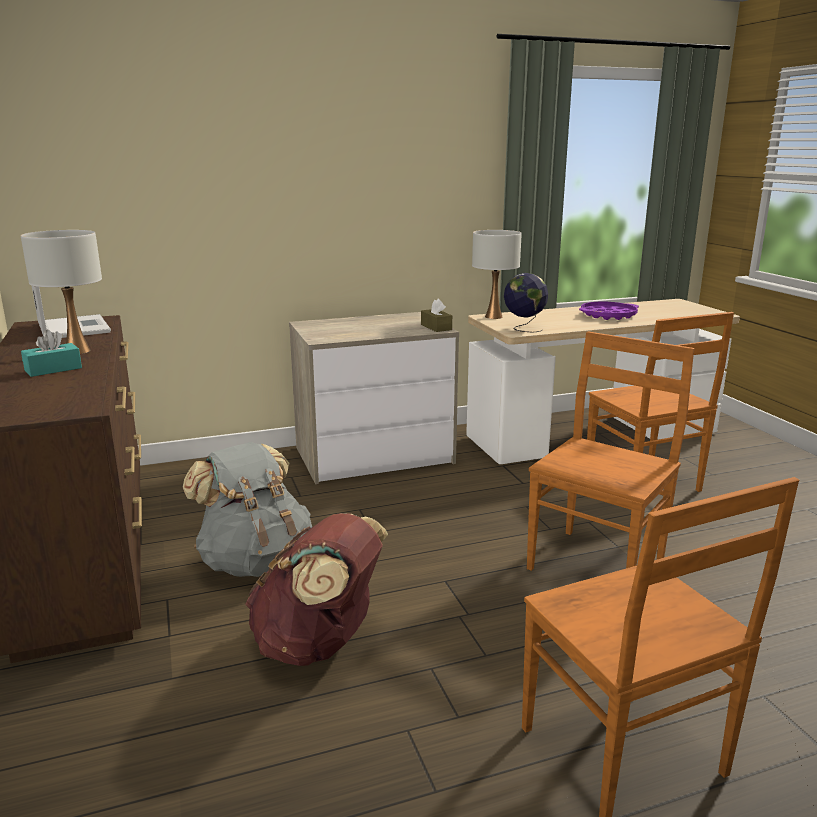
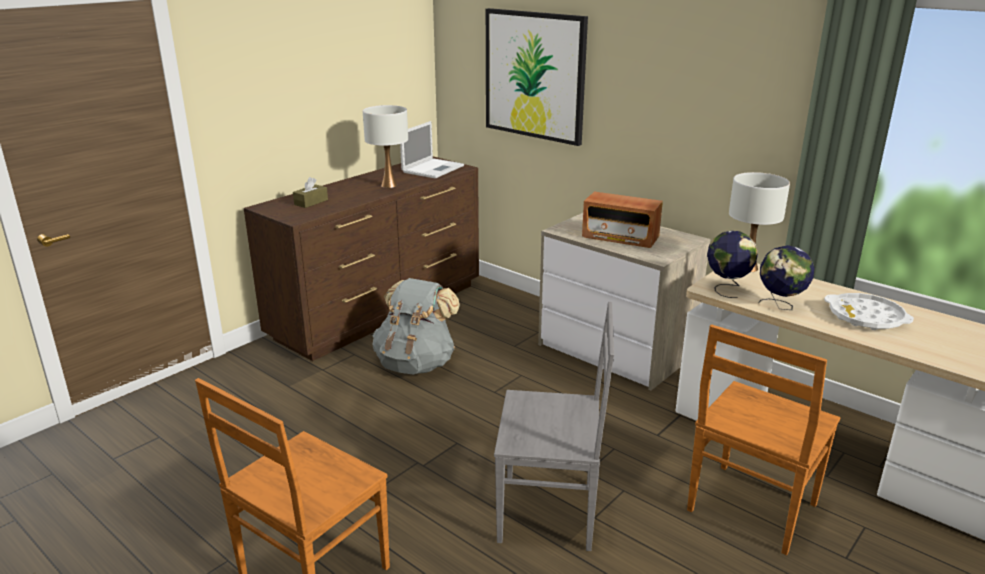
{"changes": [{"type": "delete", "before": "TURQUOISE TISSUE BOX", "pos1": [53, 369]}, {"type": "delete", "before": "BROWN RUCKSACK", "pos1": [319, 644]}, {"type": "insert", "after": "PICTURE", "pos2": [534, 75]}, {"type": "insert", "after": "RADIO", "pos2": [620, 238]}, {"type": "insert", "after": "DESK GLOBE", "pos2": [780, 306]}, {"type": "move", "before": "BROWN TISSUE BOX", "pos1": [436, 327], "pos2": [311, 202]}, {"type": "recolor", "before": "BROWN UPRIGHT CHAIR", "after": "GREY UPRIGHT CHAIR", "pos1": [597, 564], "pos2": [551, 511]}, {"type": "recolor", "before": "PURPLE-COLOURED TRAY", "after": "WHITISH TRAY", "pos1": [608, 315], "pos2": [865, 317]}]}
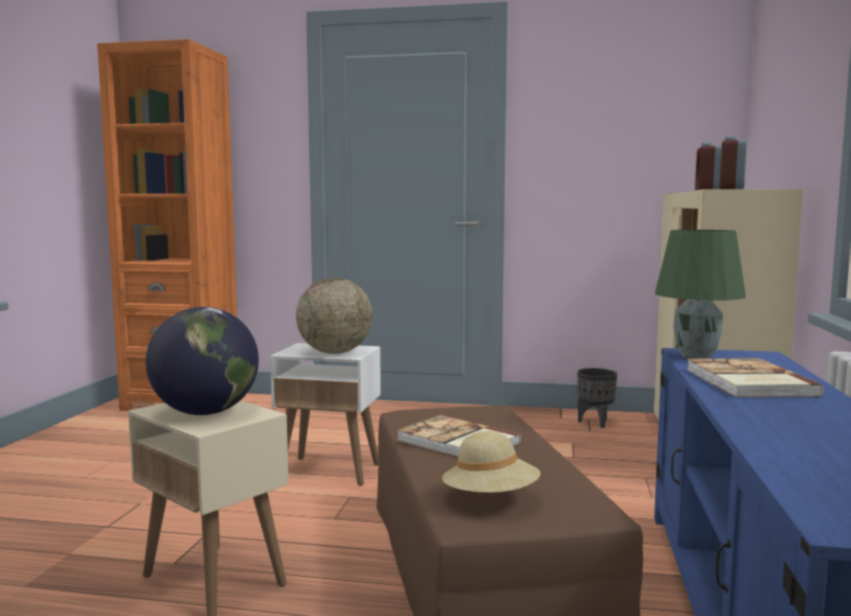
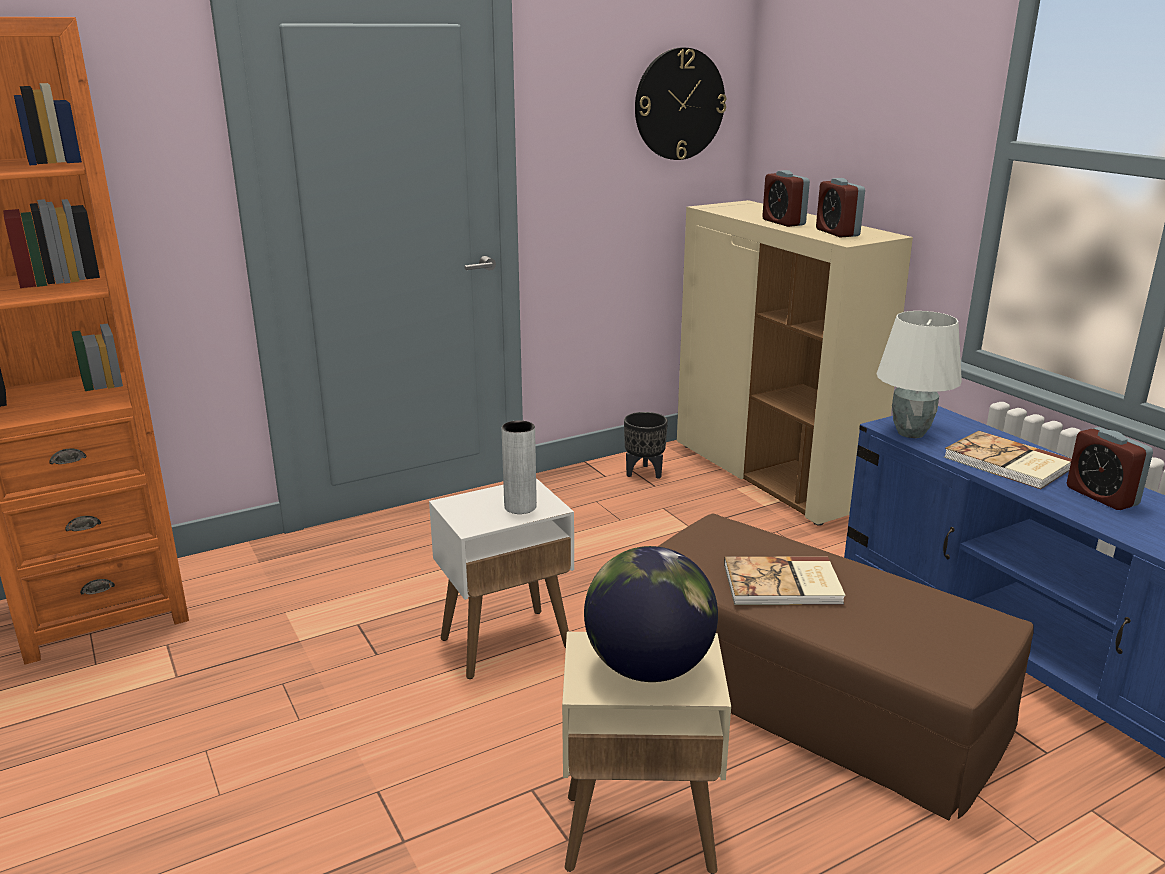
{"changes": [{"type": "delete", "before": "BEIGE-COLOURED WEARABLE HAT", "pos1": [491, 499]}, {"type": "insert", "after": "WALL CLOCK", "pos2": [679, 104]}, {"type": "insert", "after": "TABLE CLOCK", "pos2": [1101, 496]}, {"type": "replace", "before": "DESK GLOBE", "after": "GREY DECORATIVE VASE", "pos1": [335, 352], "pos2": [520, 507]}, {"type": "recolor", "before": "GREEN-COLOURED LAMP FOR A TABLE", "after": "WHITISH LAMP FOR A TABLE", "pos1": [697, 357], "pos2": [911, 432]}]}
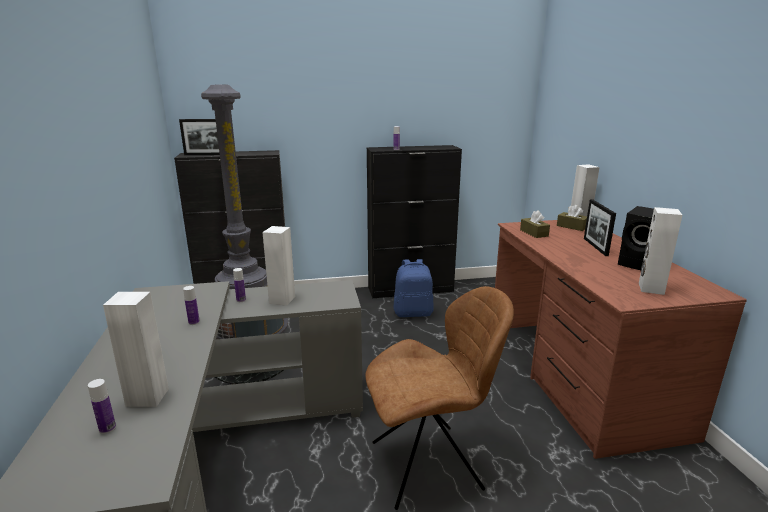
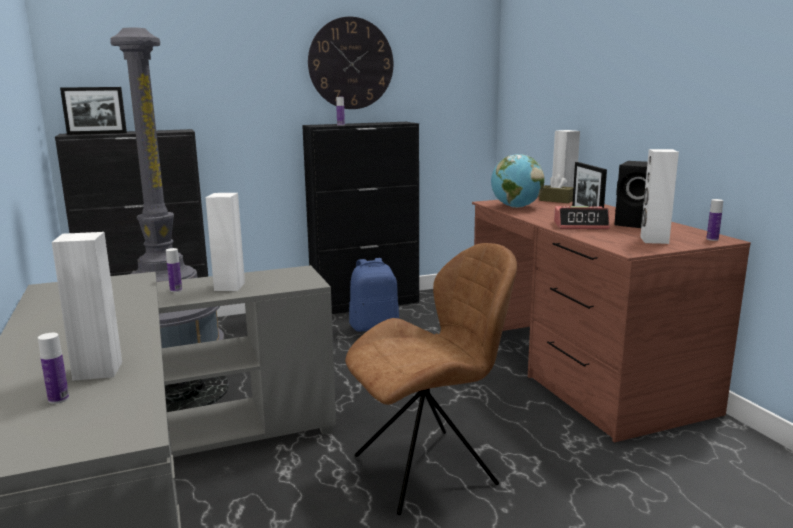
{"changes": [{"type": "insert", "after": "WALL CLOCK", "pos2": [351, 63]}, {"type": "insert", "after": "TABLE CLOCK", "pos2": [581, 225]}, {"type": "move", "before": "BEVERAGE BOTTLE", "pos1": [194, 322], "pos2": [712, 239]}, {"type": "replace", "before": "BROWN TISSUE BOX", "after": "DESK GLOBE", "pos1": [534, 233], "pos2": [516, 207]}]}
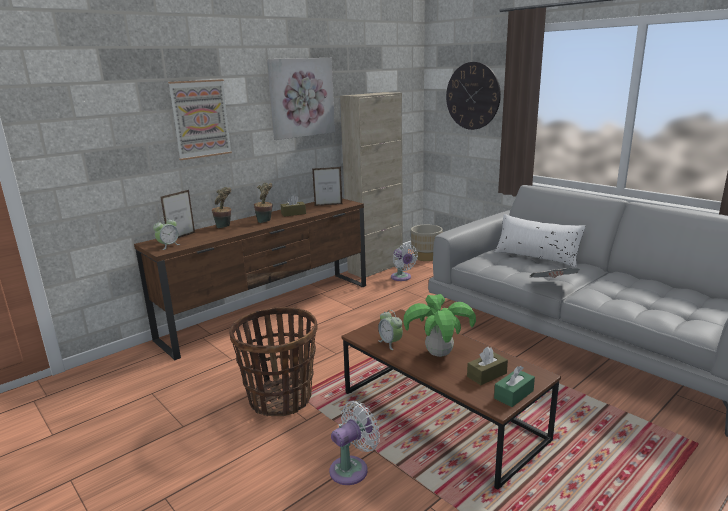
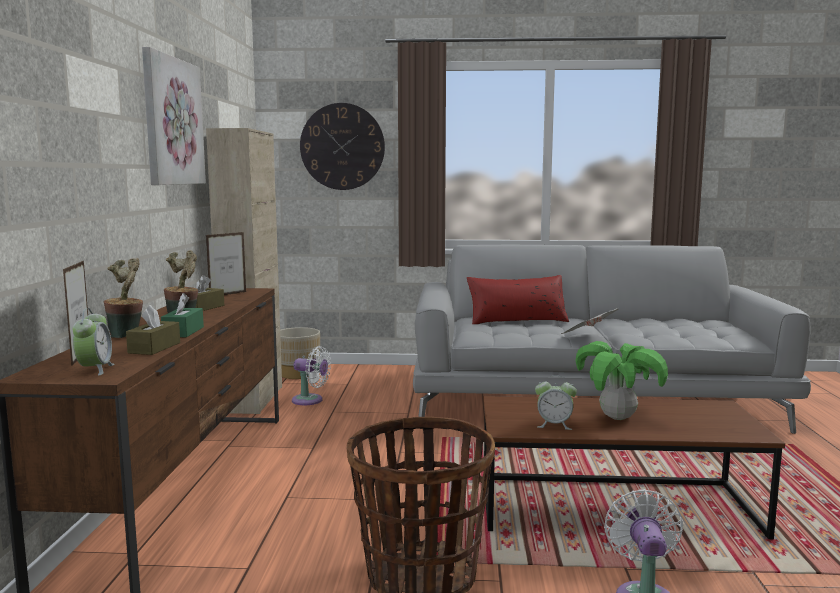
{"changes": [{"type": "delete", "before": "PICTURE", "pos1": [200, 119]}, {"type": "move", "before": "BROWN TISSUE BOX", "pos1": [486, 375], "pos2": [154, 348]}, {"type": "move", "before": "GREEN-COLOURED TISSUE BOX", "pos1": [513, 394], "pos2": [183, 332]}, {"type": "recolor", "before": "WHITISH CUSHION", "after": "REDDISH CUSHION", "pos1": [536, 256], "pos2": [517, 321]}]}
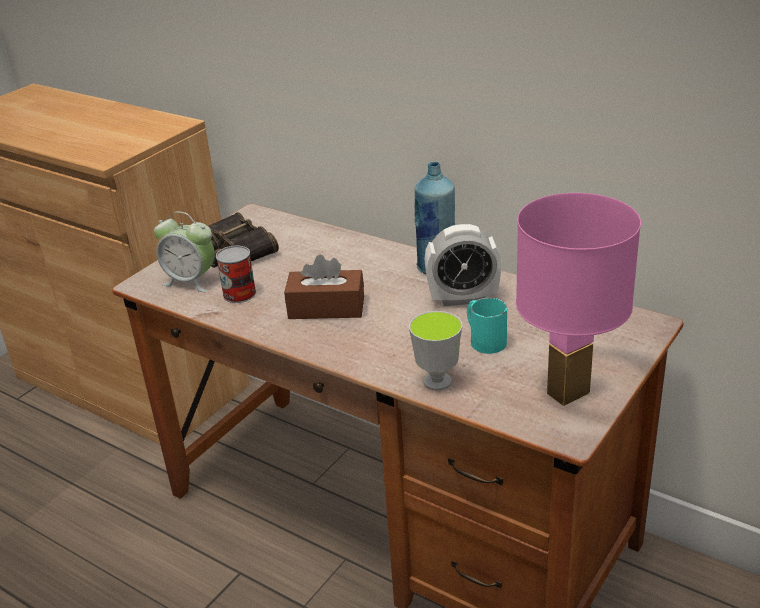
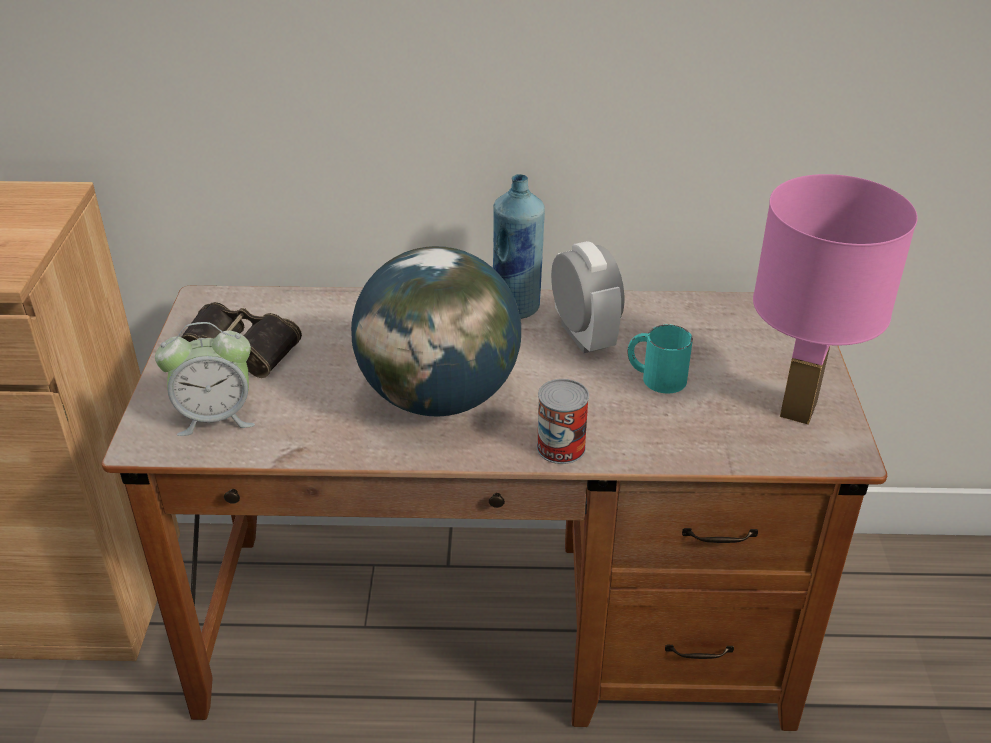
{"changes": [{"type": "delete", "before": "CUP", "pos1": [437, 381]}, {"type": "move", "before": "CAN", "pos1": [239, 294], "pos2": [561, 447]}, {"type": "replace", "before": "BROWN TISSUE BOX", "after": "DESK GLOBE", "pos1": [326, 308], "pos2": [438, 396]}, {"type": "rotate", "before": "TABLE CLOCK", "pos1": [463, 298], "pos2": [583, 336], "turn": -75}]}
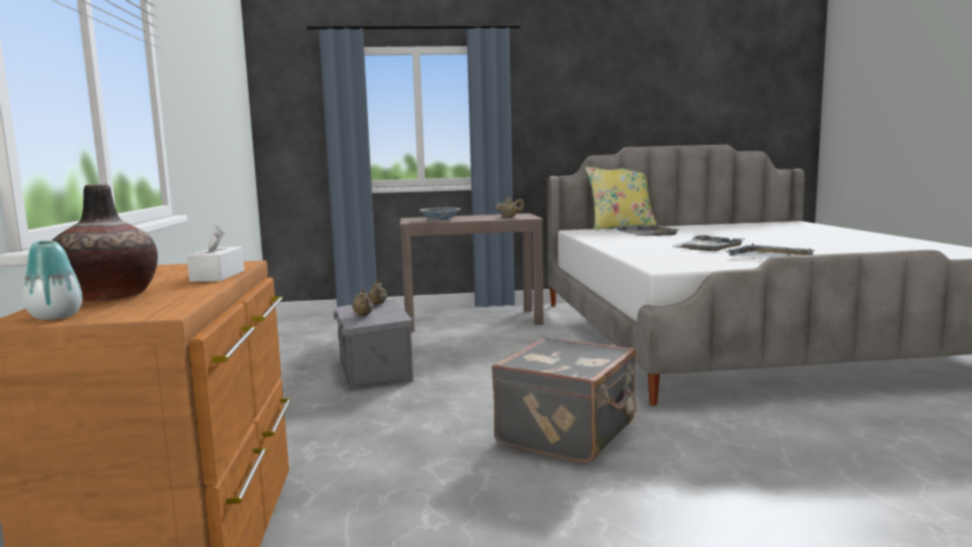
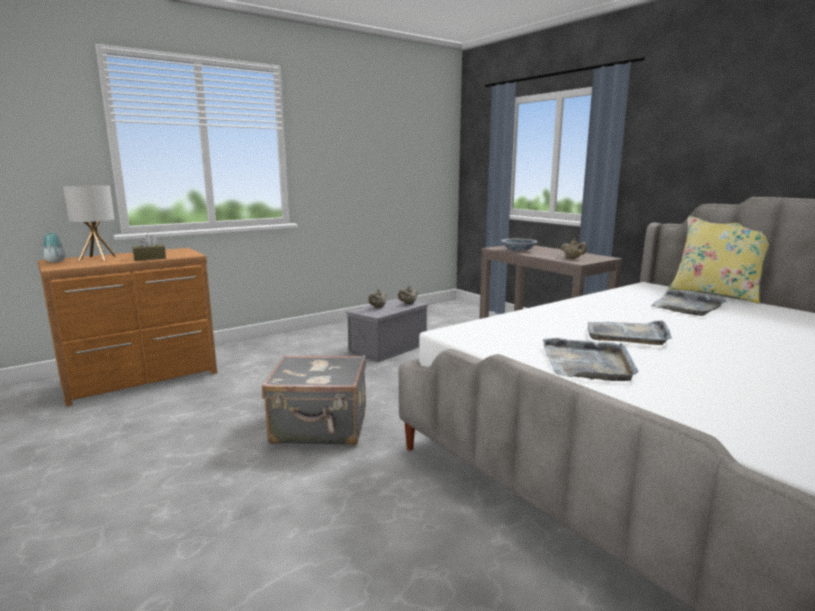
{"changes": [{"type": "replace", "before": "DECORATIVE VASE", "after": "LAMP FOR A TABLE", "pos1": [109, 297], "pos2": [97, 258]}, {"type": "recolor", "before": "WHITISH TISSUE BOX", "after": "BROWN TISSUE BOX", "pos1": [218, 276], "pos2": [150, 258]}]}
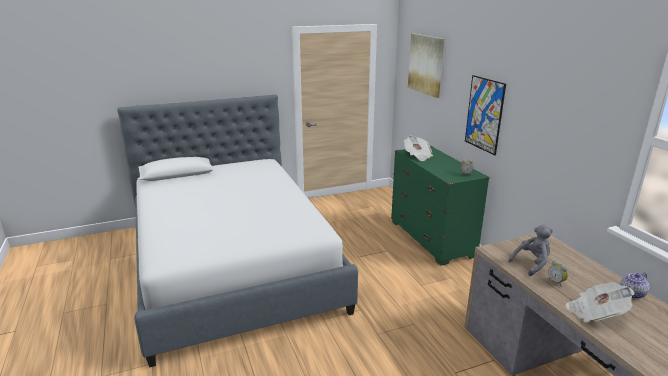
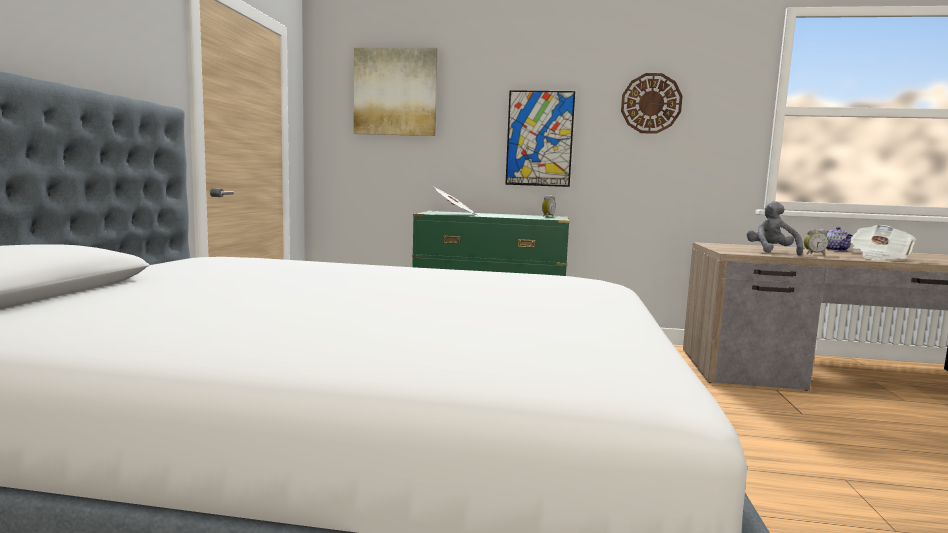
{"changes": [{"type": "insert", "after": "WALL CLOCK", "pos2": [651, 103]}]}
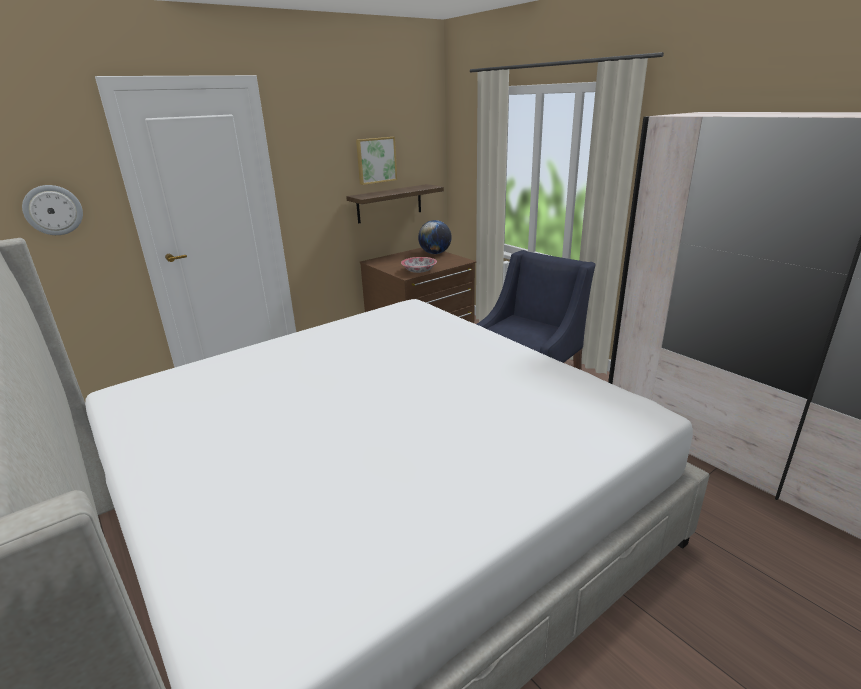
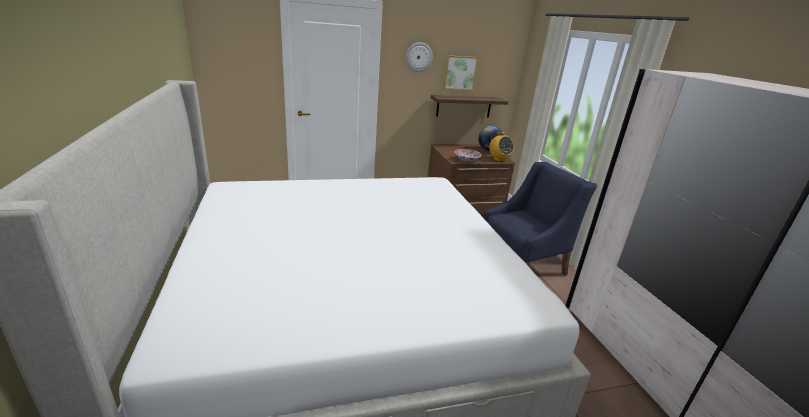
{"changes": [{"type": "insert", "after": "RADIO", "pos2": [499, 159]}, {"type": "move", "before": "WALL CLOCK", "pos1": [53, 210], "pos2": [418, 57]}]}
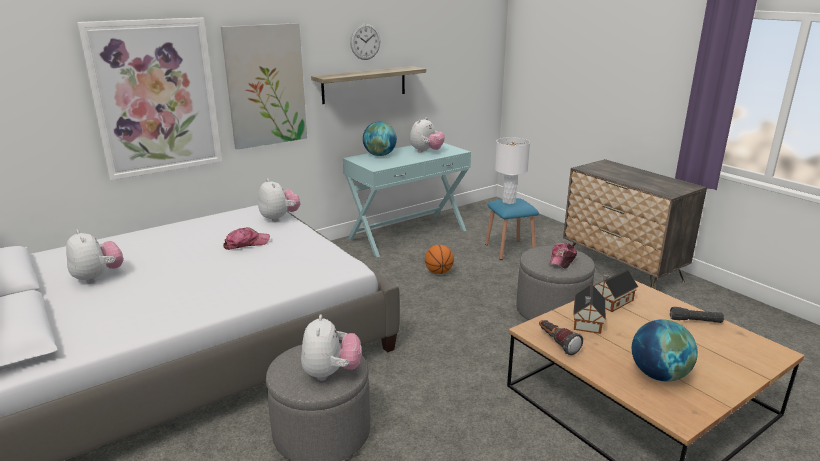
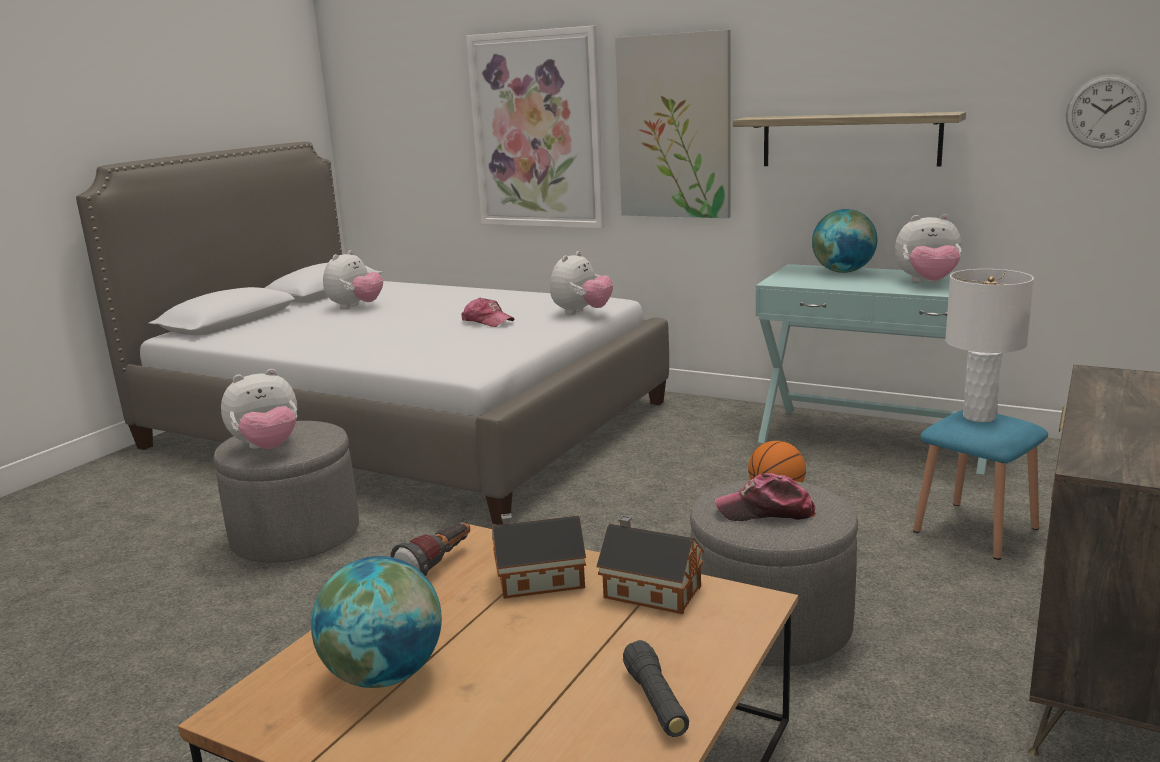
{"changes": [{"type": "move", "before": "WALL CLOCK", "pos1": [365, 41], "pos2": [1105, 111]}]}
